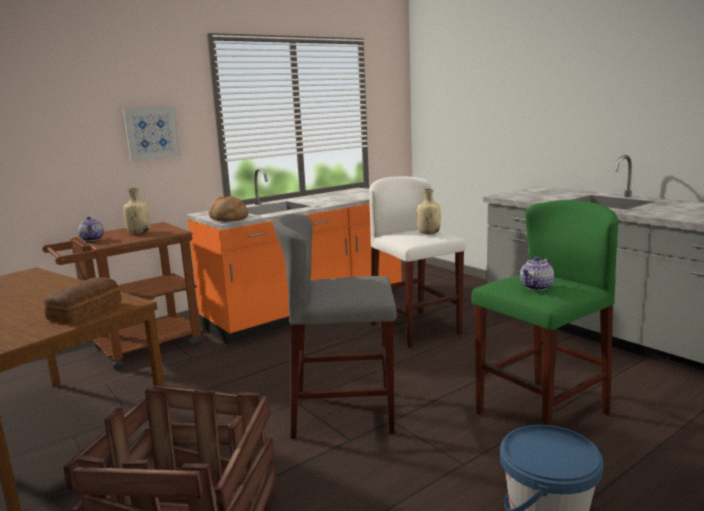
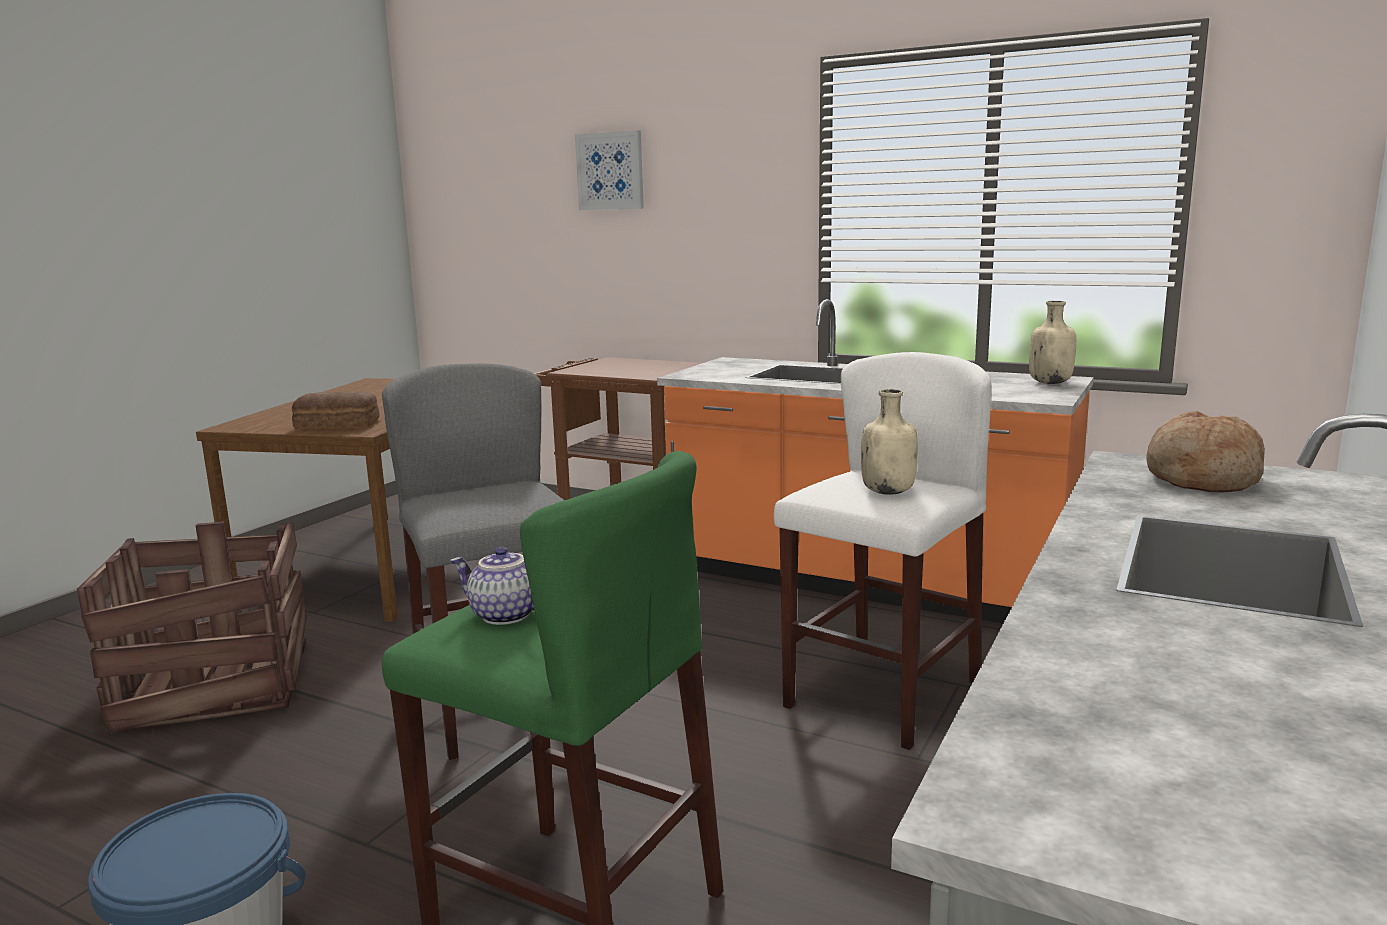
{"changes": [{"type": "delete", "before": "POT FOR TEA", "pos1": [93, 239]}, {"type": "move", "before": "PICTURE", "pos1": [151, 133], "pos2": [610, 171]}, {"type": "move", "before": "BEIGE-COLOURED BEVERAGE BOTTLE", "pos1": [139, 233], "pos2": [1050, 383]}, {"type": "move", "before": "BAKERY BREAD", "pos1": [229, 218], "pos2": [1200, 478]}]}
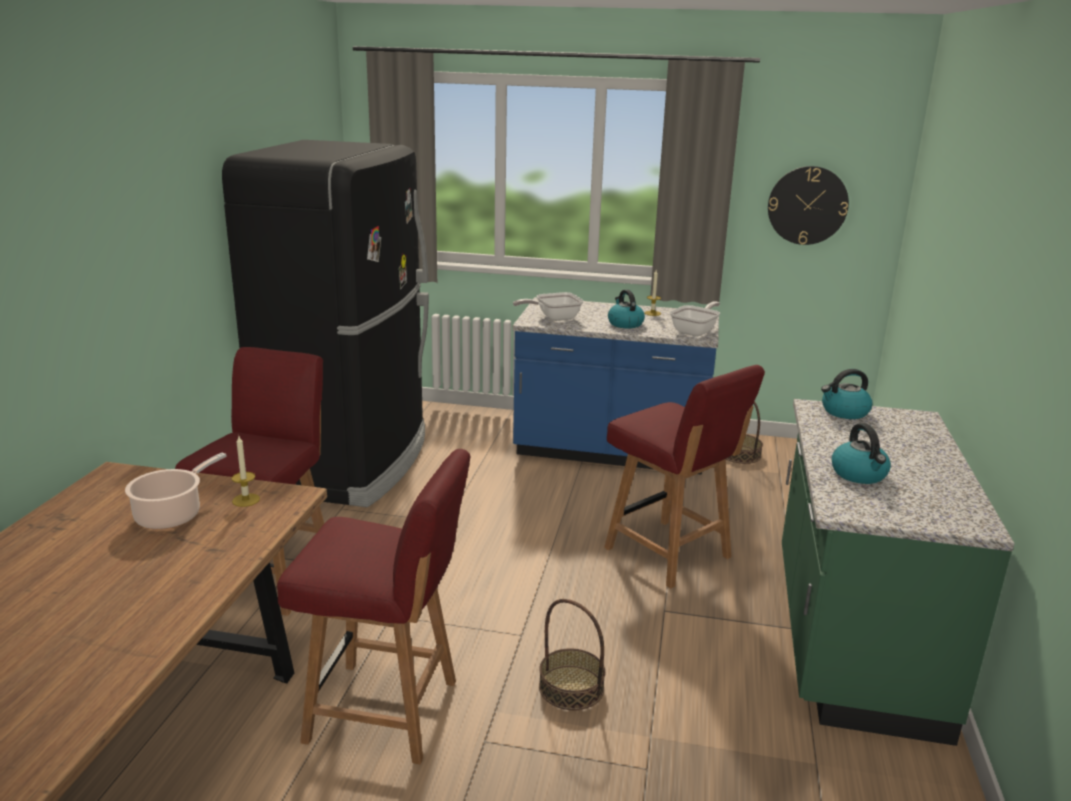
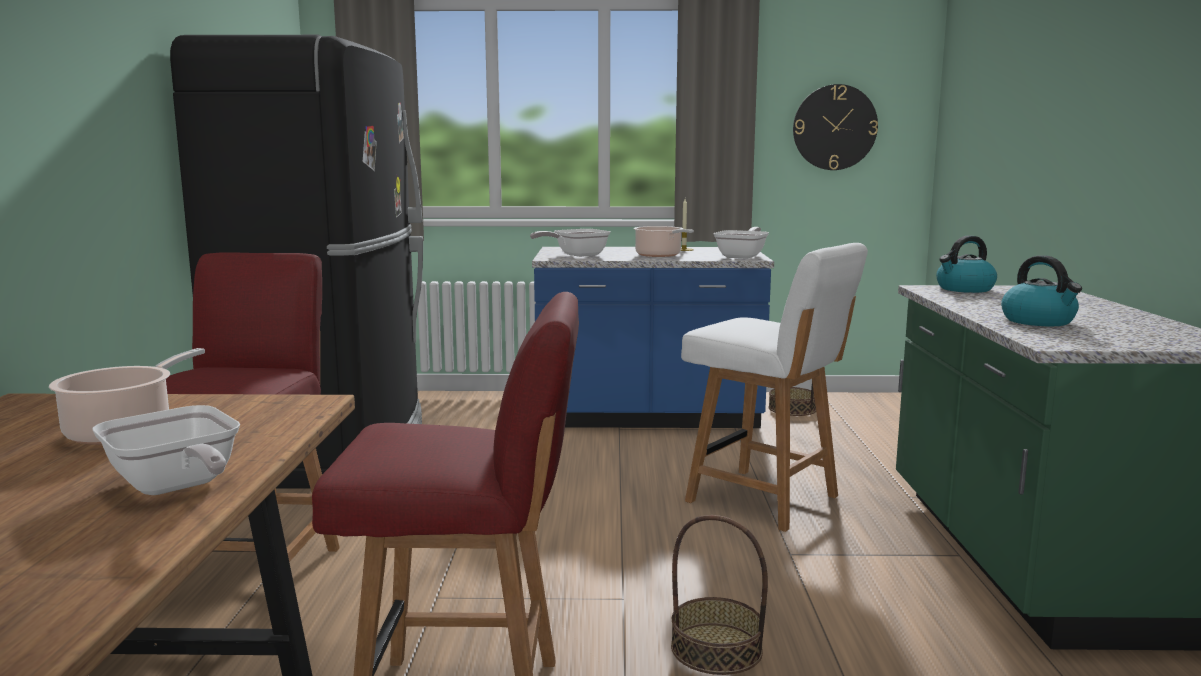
{"changes": [{"type": "delete", "before": "WAX LIGHT", "pos1": [246, 500]}, {"type": "insert", "after": "PAN", "pos2": [176, 487]}, {"type": "replace", "before": "TEA KETTLE", "after": "COOKING POT", "pos1": [625, 324], "pos2": [660, 255]}, {"type": "recolor", "before": "REDDISH UPRIGHT CHAIR", "after": "WHITISH UPRIGHT CHAIR", "pos1": [669, 554], "pos2": [765, 500]}]}
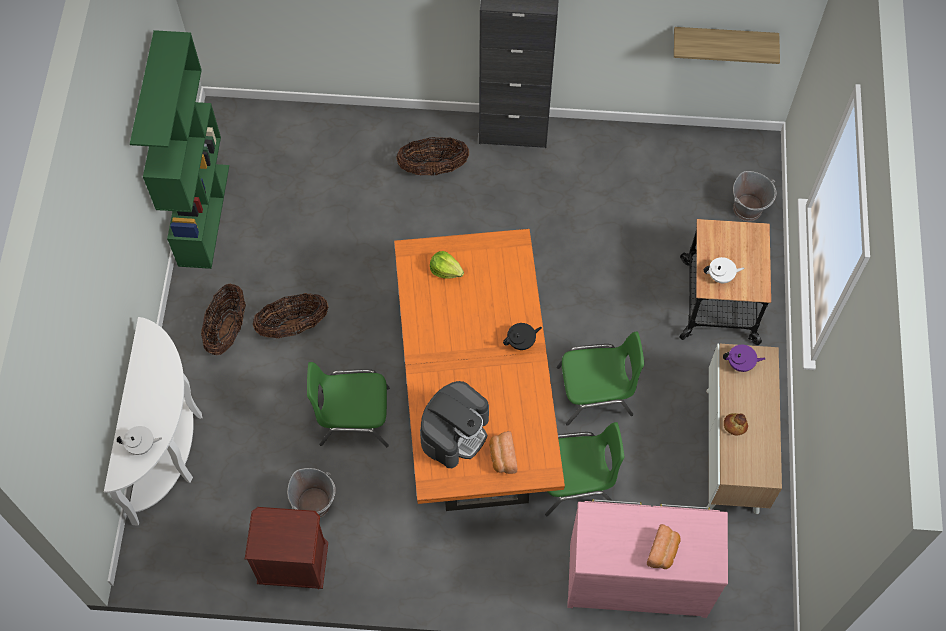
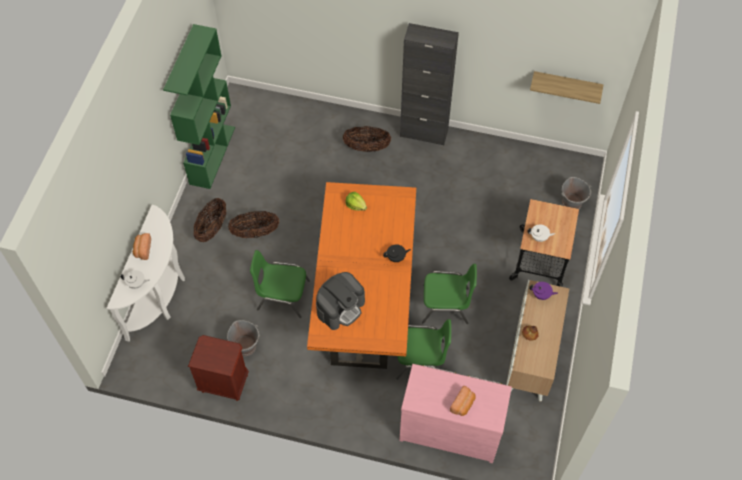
{"changes": [{"type": "move", "before": "BAKERY BREAD", "pos1": [502, 457], "pos2": [142, 249]}]}
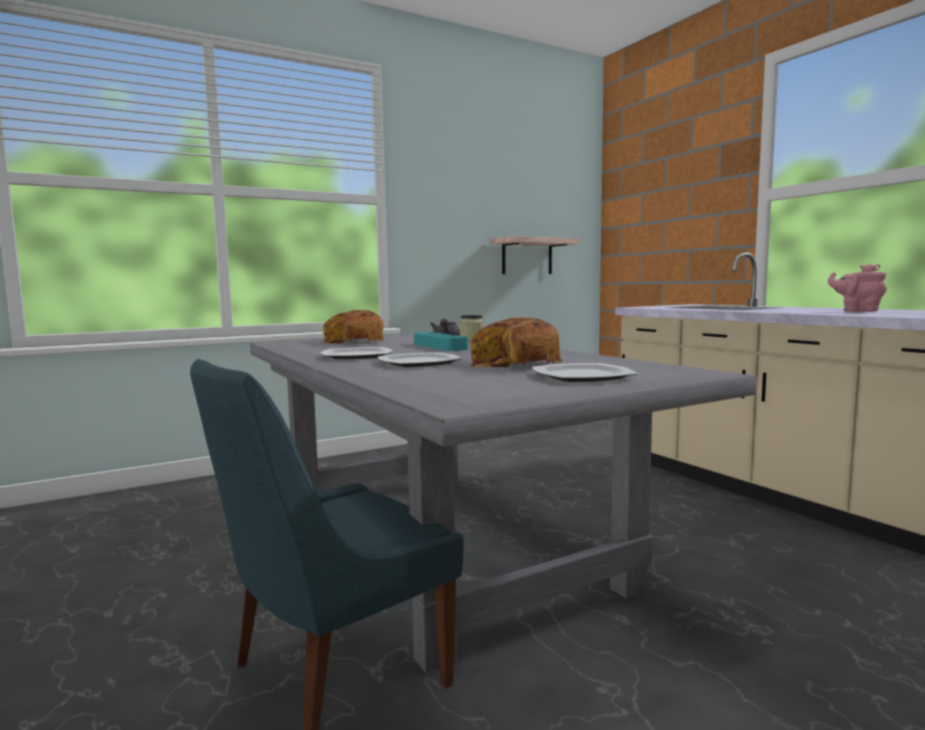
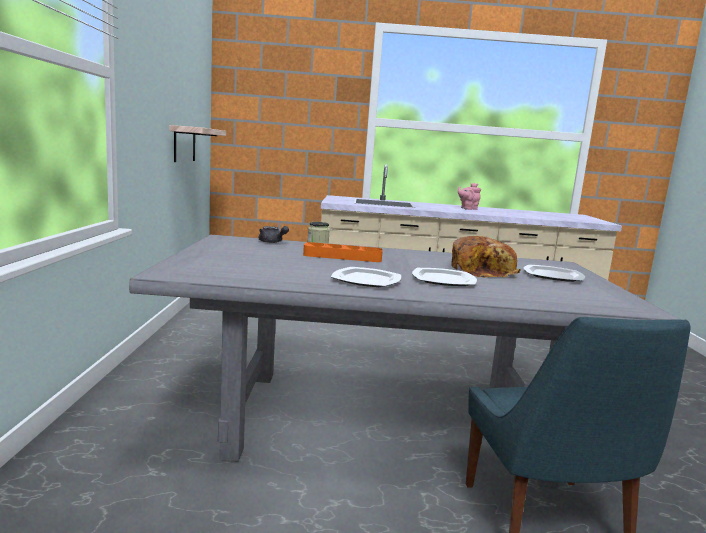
{"changes": [{"type": "delete", "before": "BAKERY BREAD", "pos1": [352, 342]}, {"type": "recolor", "before": "TURQUOISE TRAY", "after": "ORANGE TRAY", "pos1": [440, 346], "pos2": [342, 257]}]}
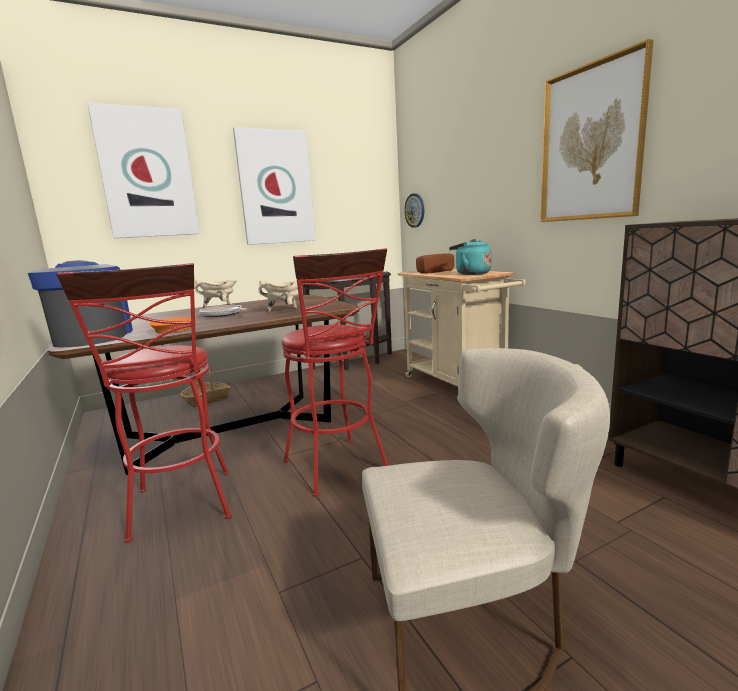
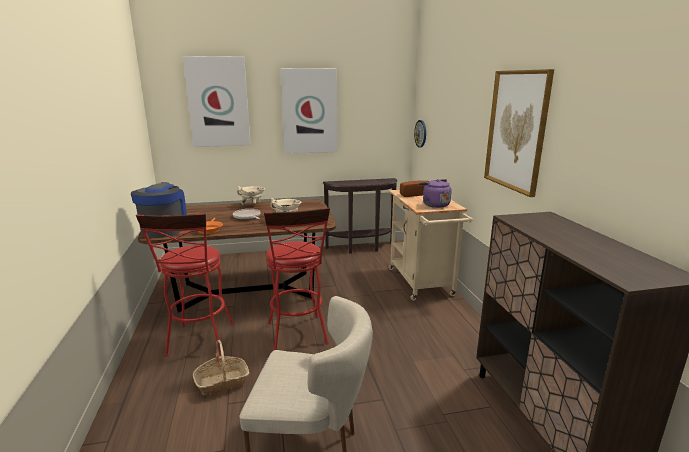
{"changes": [{"type": "move", "before": "BASKET", "pos1": [207, 399], "pos2": [222, 382]}, {"type": "recolor", "before": "TURQUOISE TEA KETTLE", "after": "PURPLE-COLOURED TEA KETTLE", "pos1": [470, 273], "pos2": [434, 204]}]}
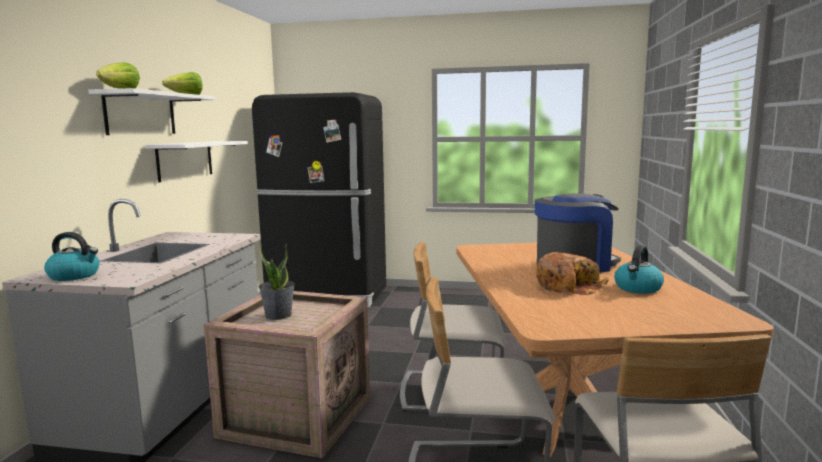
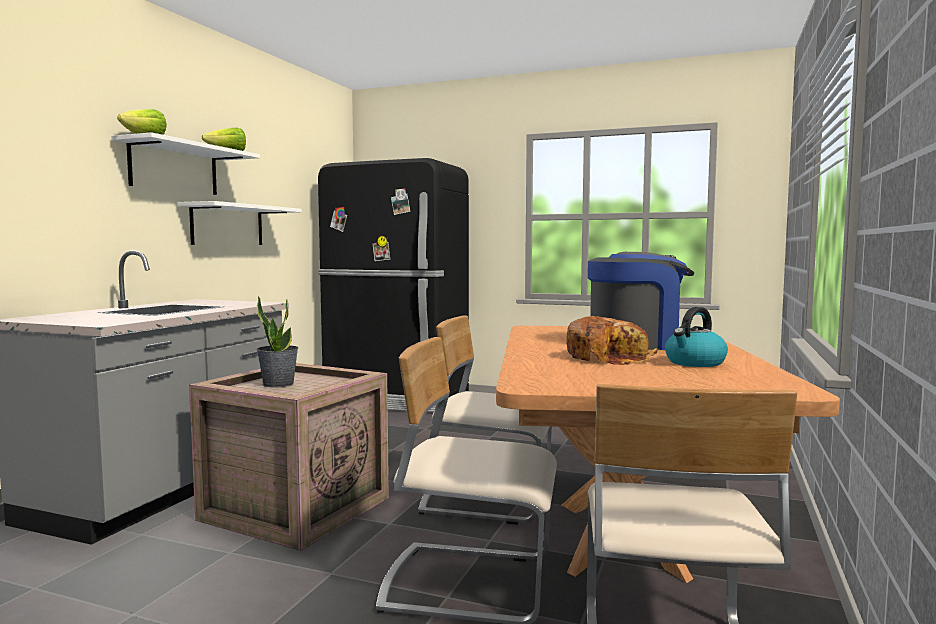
{"changes": [{"type": "delete", "before": "TEA KETTLE", "pos1": [75, 276]}]}
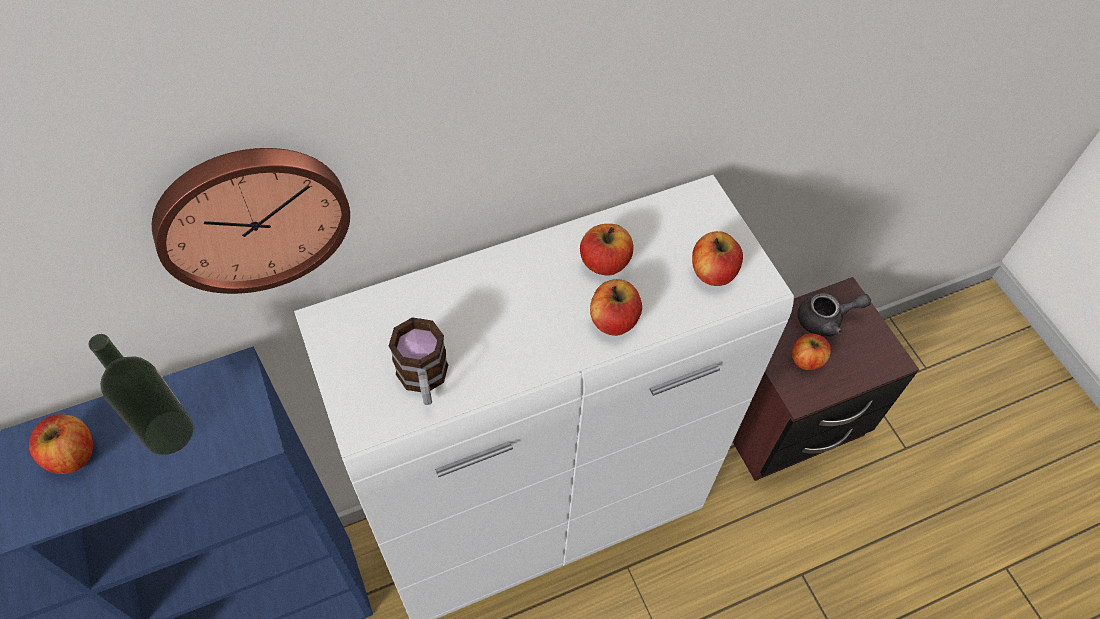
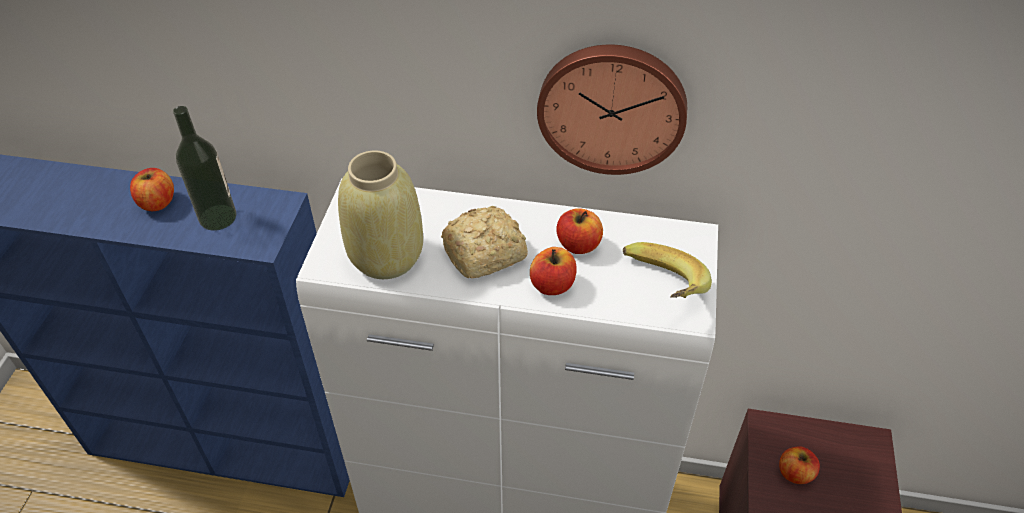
{"changes": [{"type": "delete", "before": "GREY POT FOR TEA", "pos1": [826, 320]}, {"type": "insert", "after": "BAKERY BREAD", "pos2": [486, 252]}, {"type": "move", "before": "WALL CLOCK", "pos1": [251, 216], "pos2": [612, 107]}, {"type": "replace", "before": "TEA MUG", "after": "BEIGE-COLOURED DECORATIVE VASE", "pos1": [424, 380], "pos2": [387, 257]}, {"type": "replace", "before": "WHOLE APPLE", "after": "BANANA", "pos1": [713, 272], "pos2": [659, 289]}]}
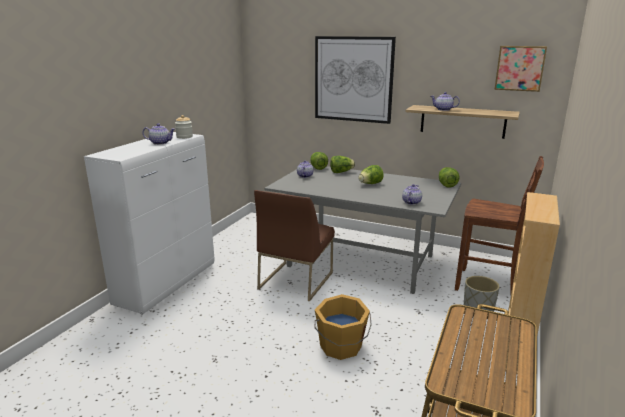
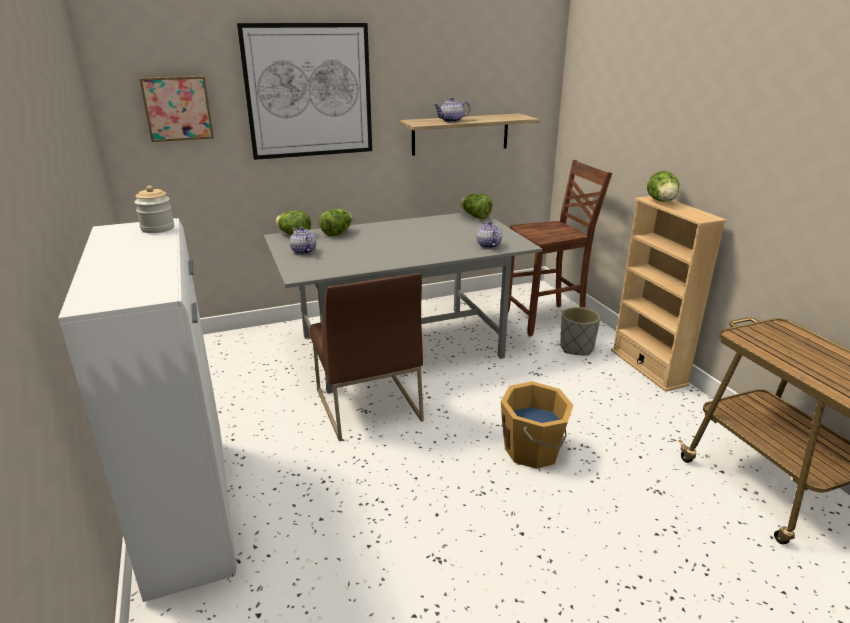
{"changes": [{"type": "delete", "before": "POT FOR TEA", "pos1": [160, 143]}, {"type": "move", "before": "HEAD OF LETTUCE", "pos1": [370, 184], "pos2": [662, 202]}, {"type": "move", "before": "PICTURE", "pos1": [520, 68], "pos2": [177, 108]}]}
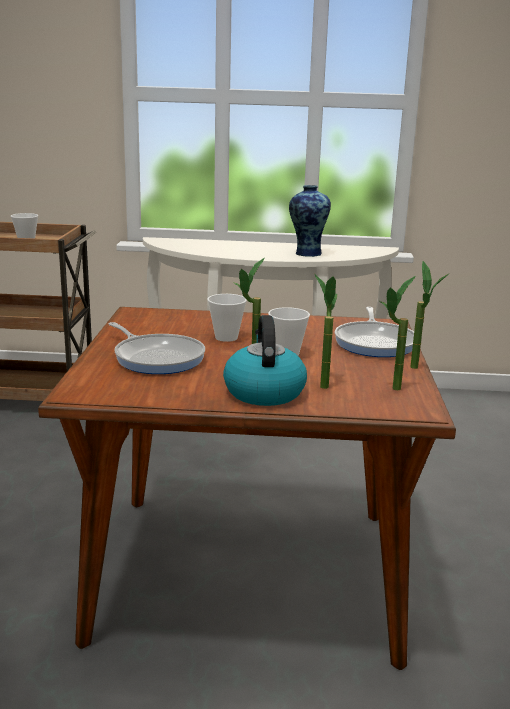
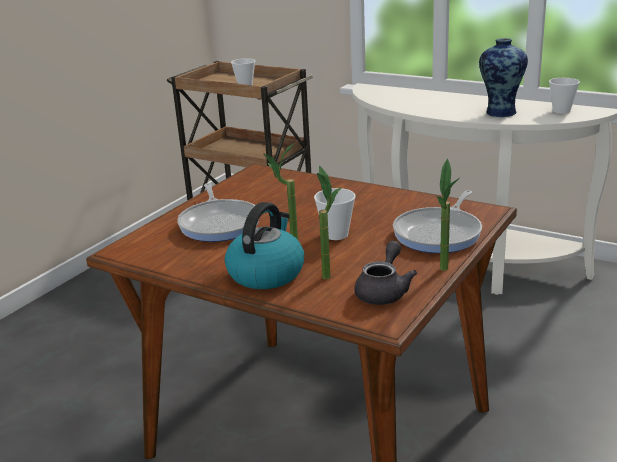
{"changes": [{"type": "move", "before": "CUP", "pos1": [226, 337], "pos2": [561, 111]}, {"type": "replace", "before": "PLANT IN A POT", "after": "GREY POT FOR TEA", "pos1": [389, 390], "pos2": [384, 291]}]}
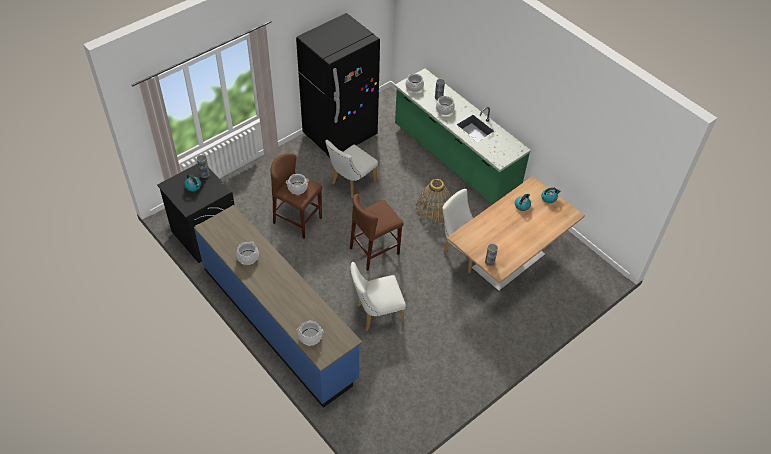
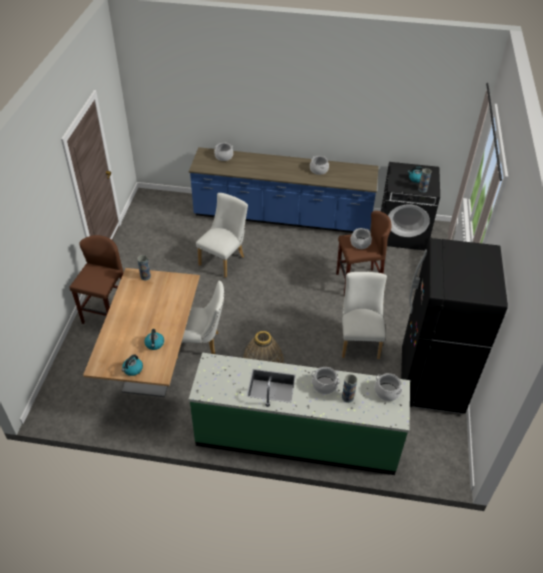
{"changes": [{"type": "move", "before": "BROWN SITTING STOOL", "pos1": [374, 251], "pos2": [106, 312]}]}
